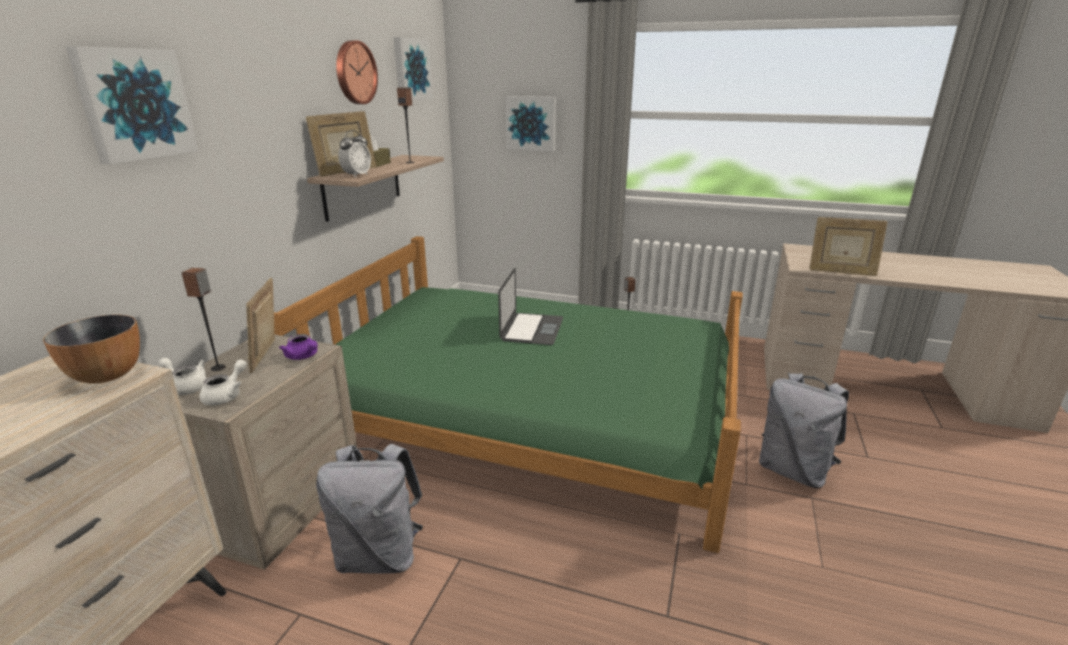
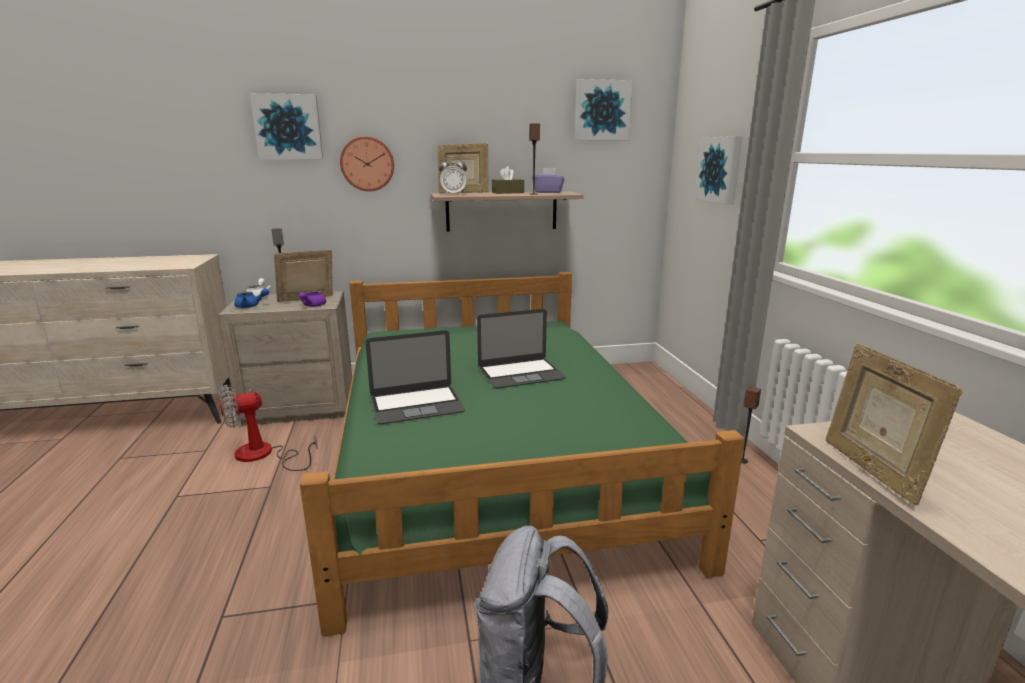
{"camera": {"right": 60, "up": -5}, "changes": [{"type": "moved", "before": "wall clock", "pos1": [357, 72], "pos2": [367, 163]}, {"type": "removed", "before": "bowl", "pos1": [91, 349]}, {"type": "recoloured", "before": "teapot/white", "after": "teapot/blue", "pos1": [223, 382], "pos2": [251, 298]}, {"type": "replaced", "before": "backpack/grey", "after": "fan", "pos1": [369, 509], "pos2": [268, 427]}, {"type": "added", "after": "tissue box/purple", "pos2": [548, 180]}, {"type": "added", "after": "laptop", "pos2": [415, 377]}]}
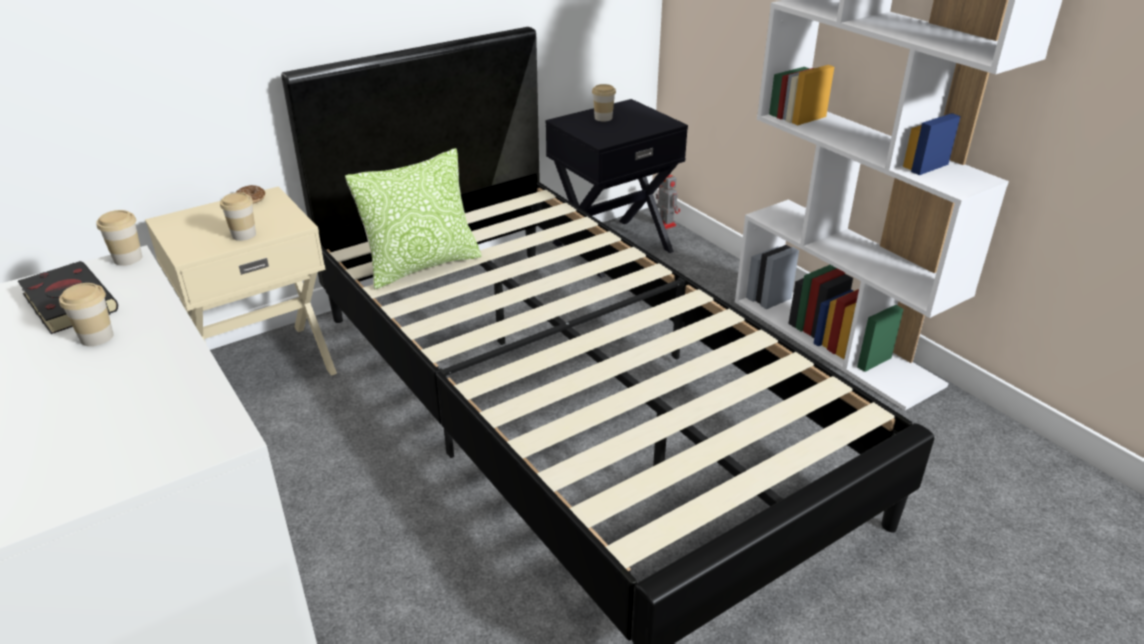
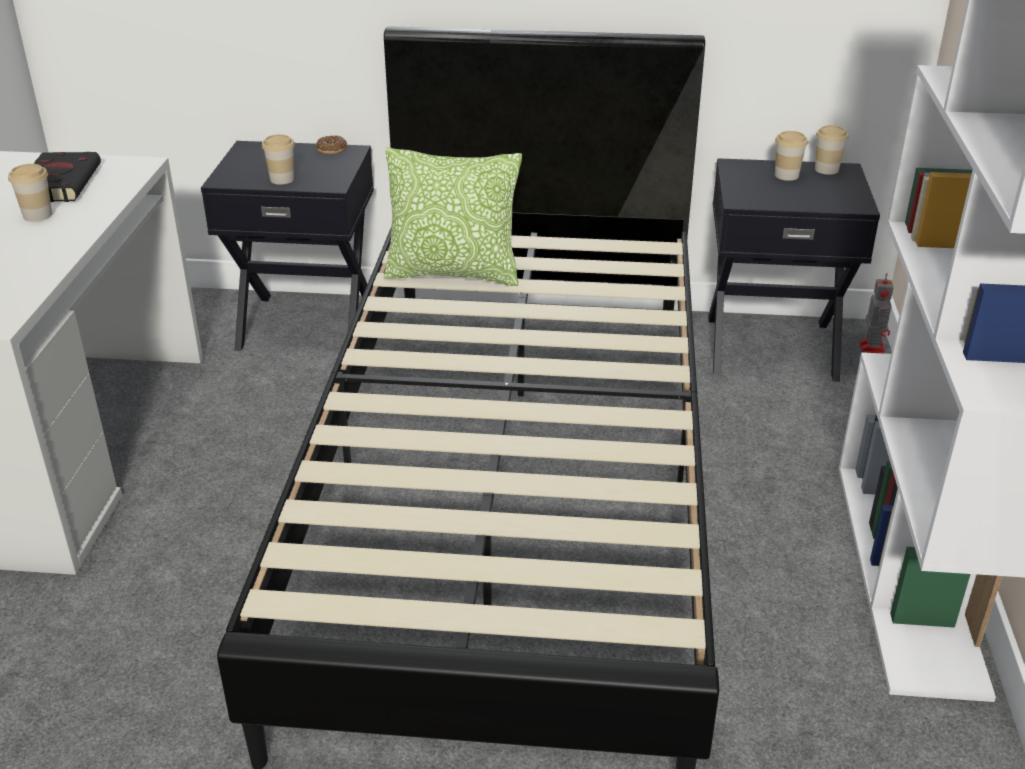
{"camera": {"right": 40, "up": 0}, "changes": [{"type": "recoloured", "before": "nightstand/beige", "after": "nightstand/black", "pos1": [241, 281], "pos2": [287, 246]}, {"type": "moved", "before": "cup", "pos1": [119, 238], "pos2": [832, 150]}]}
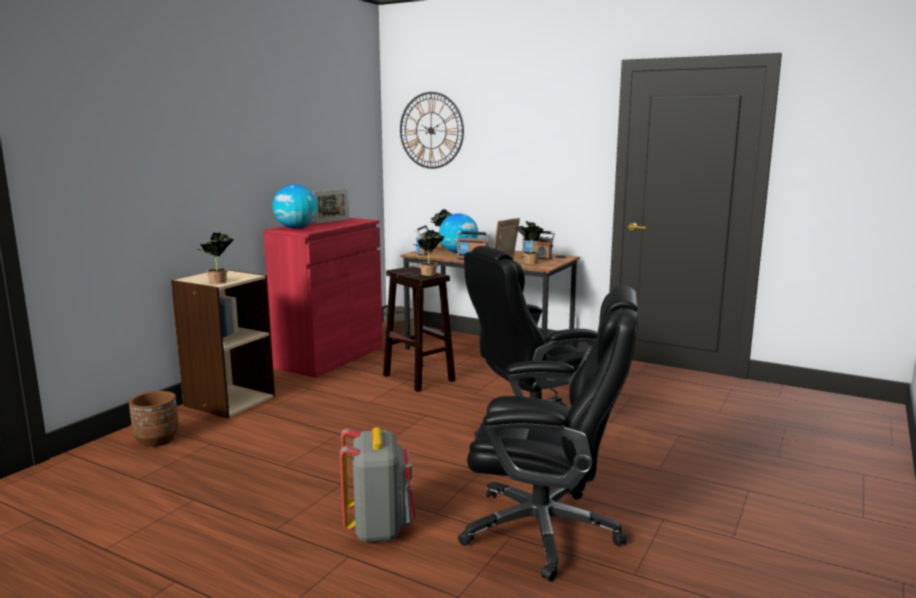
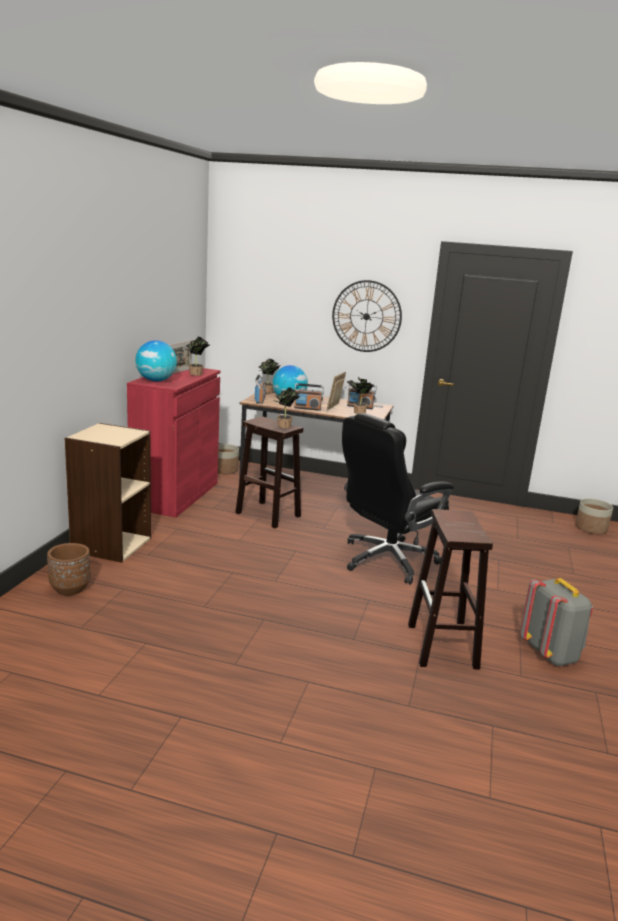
{"camera": {"right": -15, "up": 5}, "changes": [{"type": "moved", "before": "wall clock", "pos1": [432, 130], "pos2": [367, 316]}, {"type": "moved", "before": "potted plant", "pos1": [214, 258], "pos2": [198, 356]}, {"type": "replaced", "before": "office chair/black", "after": "stool/brown", "pos1": [548, 433], "pos2": [450, 589]}, {"type": "moved", "before": "backpack/grey", "pos1": [378, 485], "pos2": [556, 622]}, {"type": "added", "after": "planter", "pos2": [594, 516]}]}
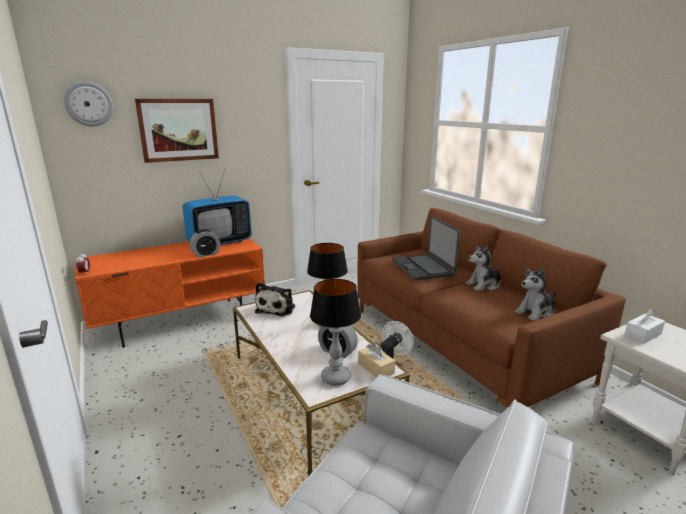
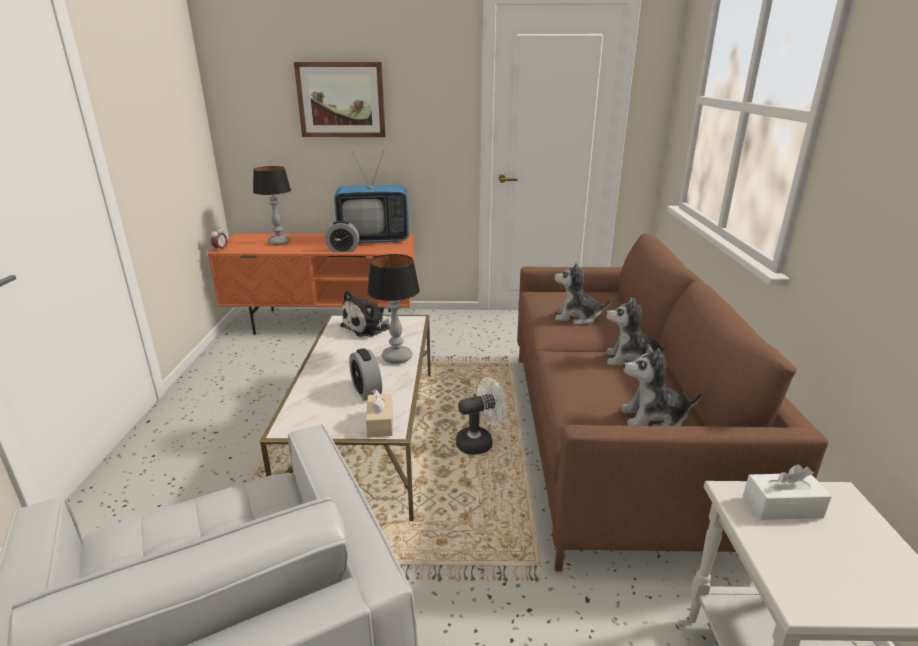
{"camera": {"right": 30, "up": 5}, "changes": [{"type": "removed", "before": "wall clock", "pos1": [88, 104]}, {"type": "replaced", "before": "laptop", "after": "plush toy", "pos1": [426, 248], "pos2": [582, 294]}, {"type": "moved", "before": "table lamp", "pos1": [335, 332], "pos2": [272, 205]}]}
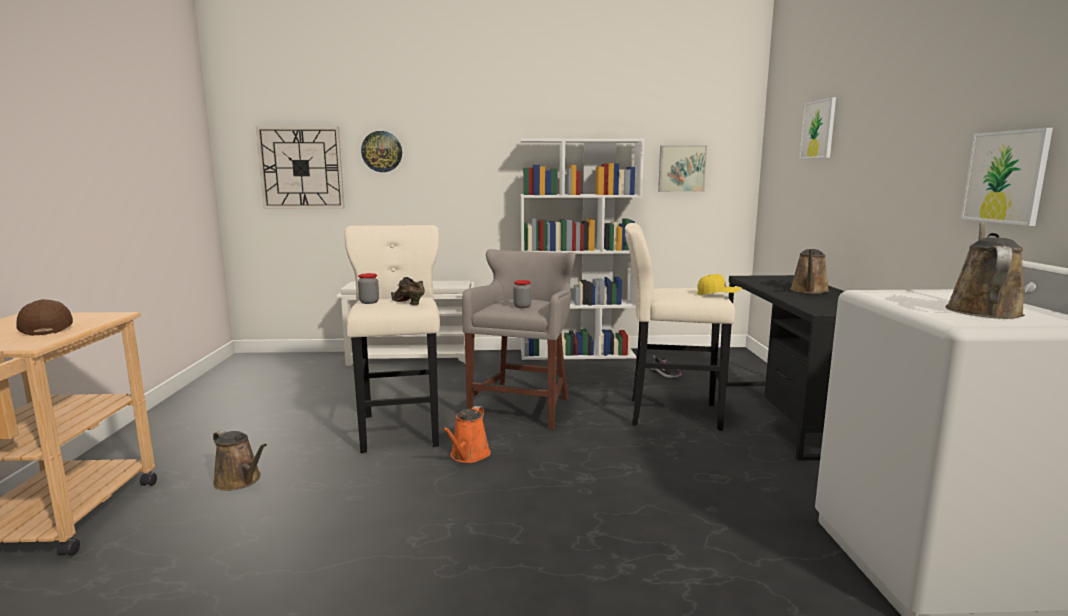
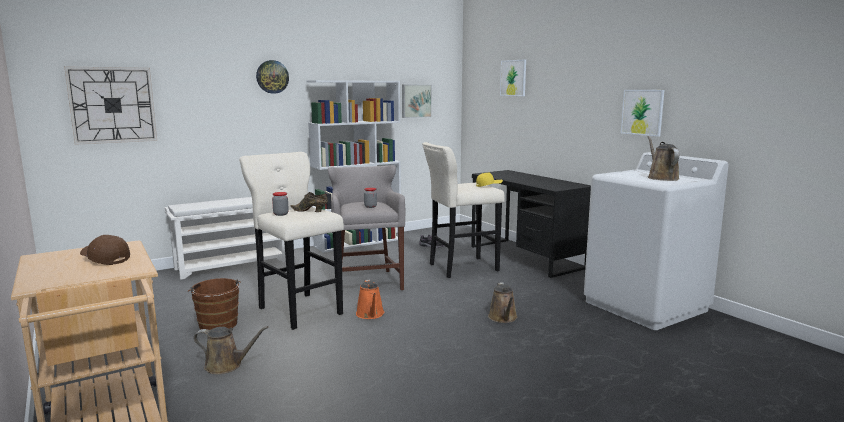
{"camera": {"right": -30, "up": 0}, "changes": [{"type": "moved", "before": "wall clock", "pos1": [381, 151], "pos2": [272, 77]}, {"type": "moved", "before": "watering can/brown", "pos1": [809, 271], "pos2": [502, 302]}, {"type": "added", "after": "bucket/brown", "pos2": [214, 304]}]}
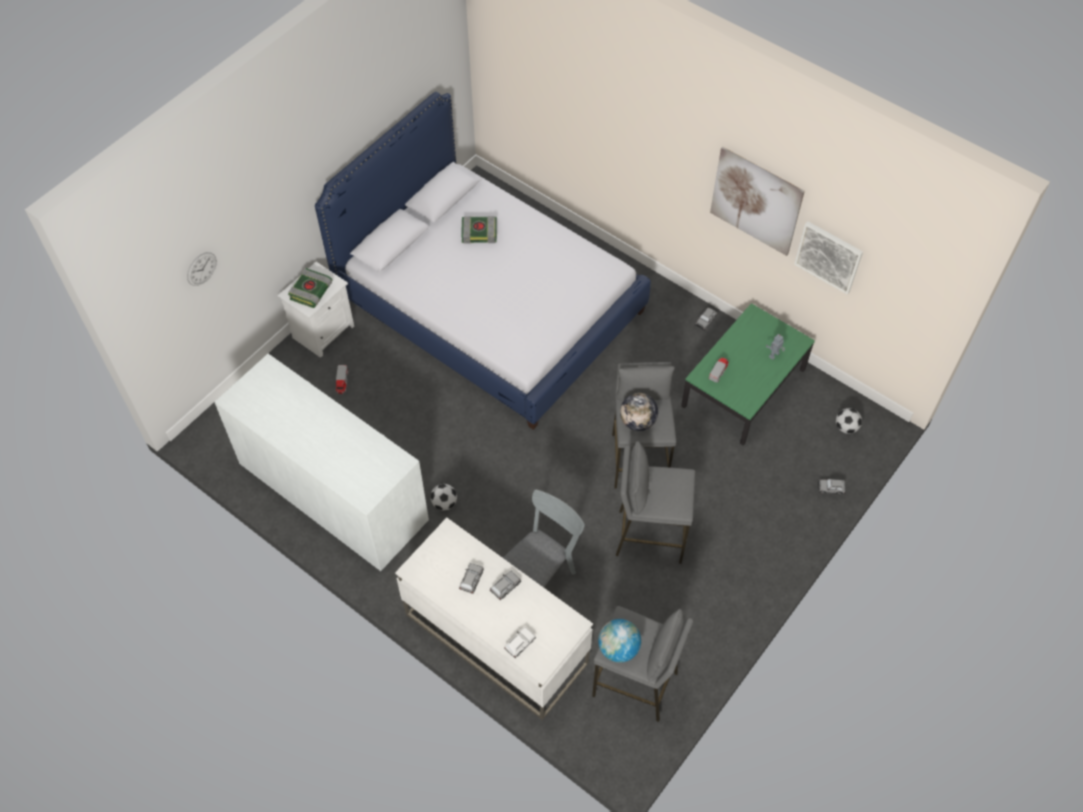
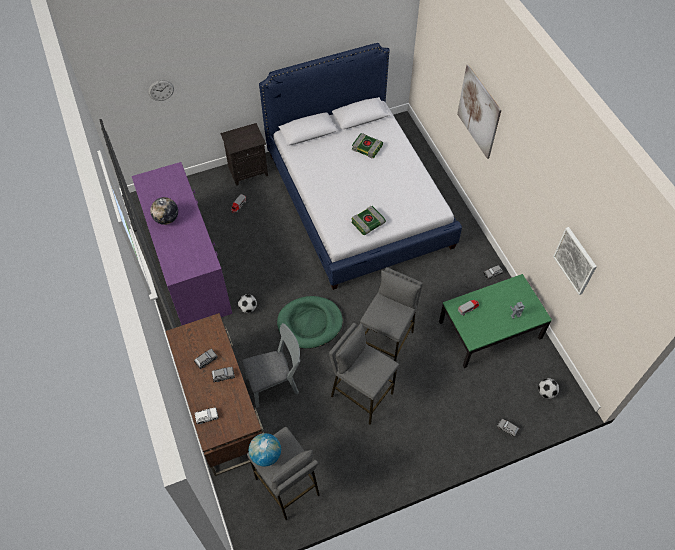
{"camera": {"right": 30, "up": 0}, "changes": [{"type": "moved", "before": "picture", "pos1": [757, 201], "pos2": [479, 111]}, {"type": "recoloured", "before": "nightstand/white", "after": "nightstand/black", "pos1": [316, 310], "pos2": [244, 154]}, {"type": "moved", "before": "book", "pos1": [310, 288], "pos2": [368, 220]}, {"type": "recoloured", "before": "dresser/white", "after": "dresser/purple", "pos1": [322, 462], "pos2": [182, 243]}, {"type": "moved", "before": "globe", "pos1": [639, 412], "pos2": [164, 211]}, {"type": "recoloured", "before": "desk/white", "after": "desk/brown", "pos1": [494, 618], "pos2": [214, 394]}, {"type": "added", "after": "dog bed/green", "pos2": [310, 322]}]}
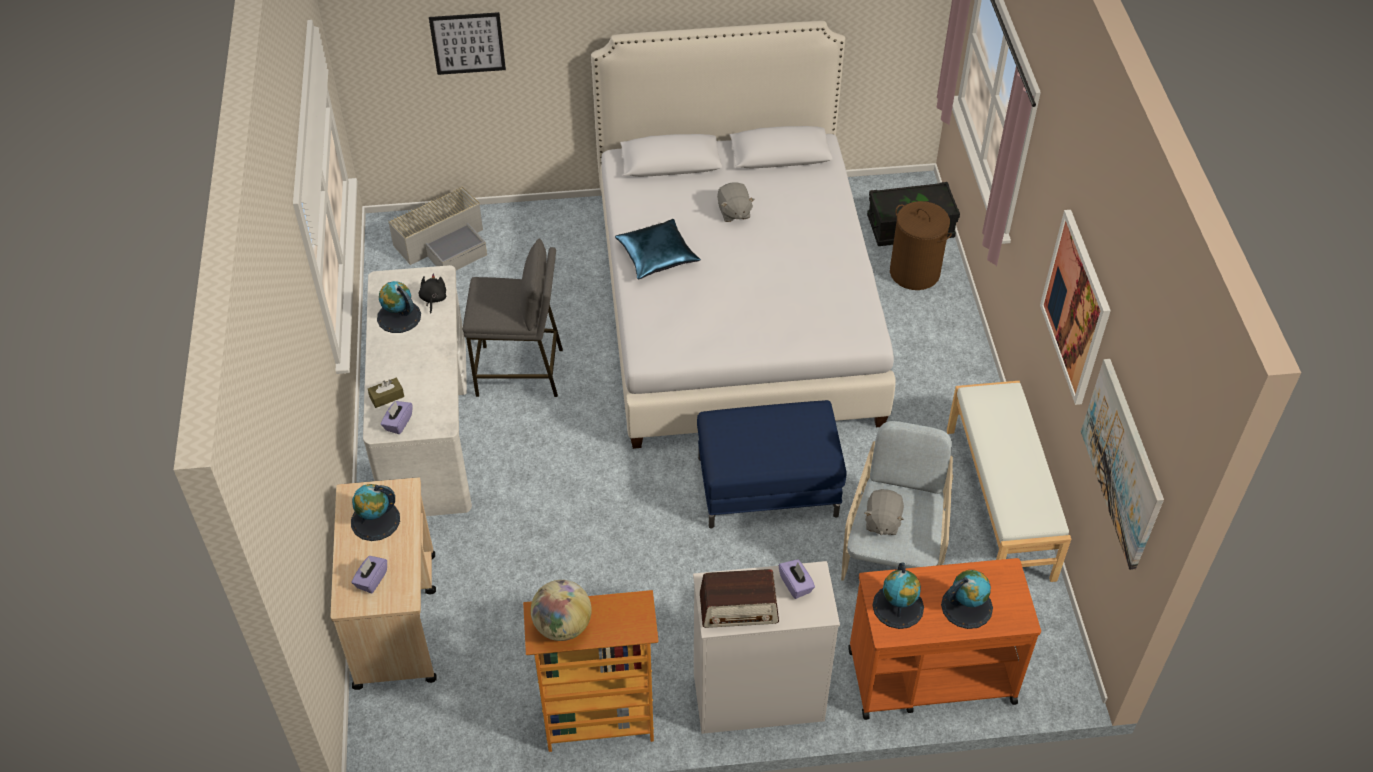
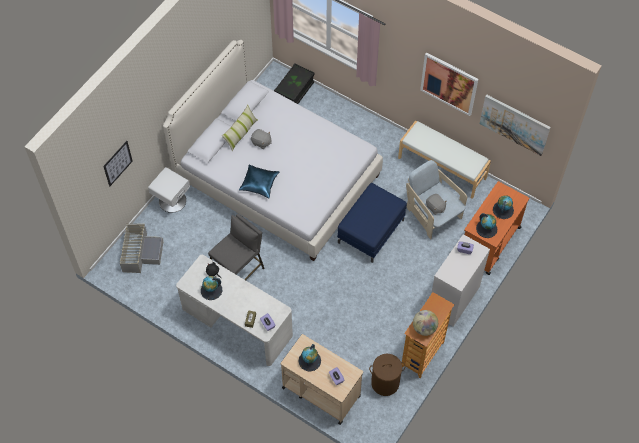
{"camera": {"right": -50, "up": 10}, "changes": [{"type": "moved", "before": "laundry basket/brown", "pos1": [921, 245], "pos2": [387, 375]}, {"type": "removed", "before": "radio", "pos1": [739, 598]}, {"type": "added", "after": "pillow", "pos2": [240, 128]}, {"type": "added", "after": "nightstand/white", "pos2": [169, 190]}]}
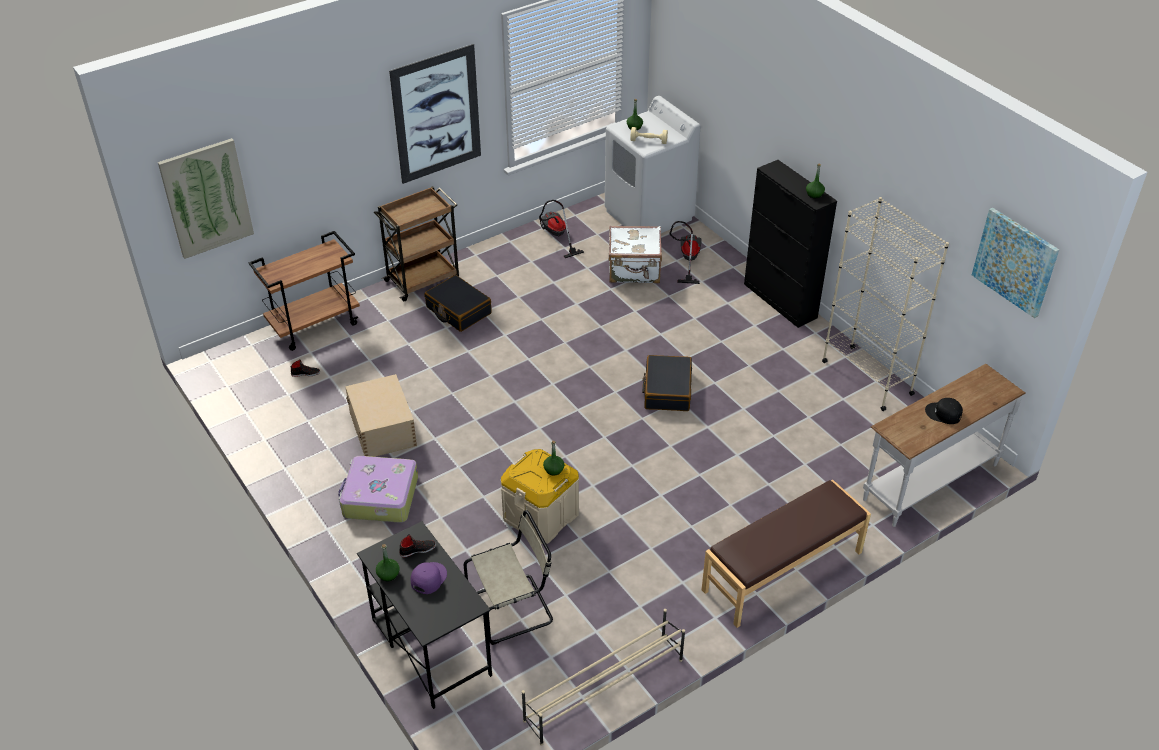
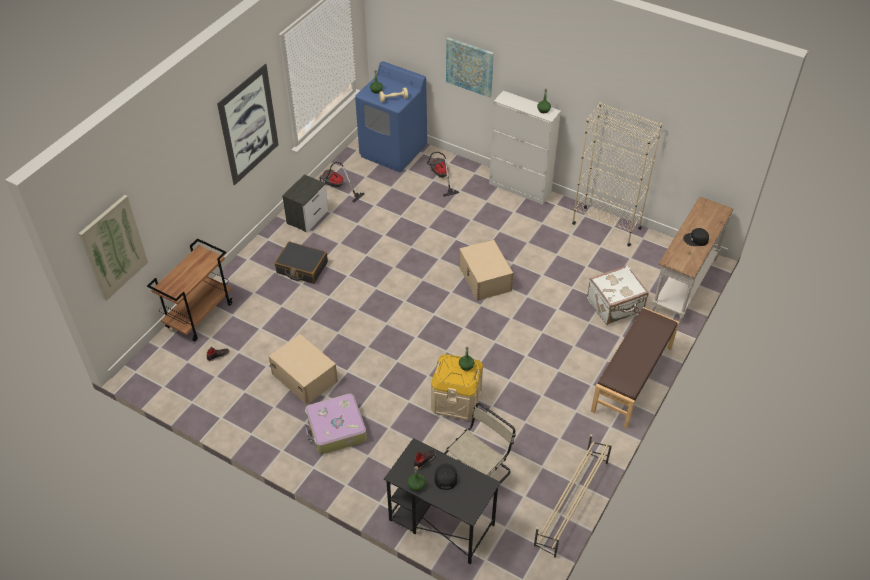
{"camera": {"right": -25, "up": 5}, "changes": [{"type": "recoloured", "before": "washing machine/white", "after": "washing machine/blue", "pos1": [652, 164], "pos2": [391, 116]}, {"type": "recoloured", "before": "cabinet/black", "after": "cabinet/white", "pos1": [790, 244], "pos2": [525, 148]}, {"type": "removed", "before": "cart/brown", "pos1": [416, 243]}, {"type": "moved", "before": "picture", "pos1": [1015, 263], "pos2": [470, 67]}, {"type": "moved", "before": "suitcase/white", "pos1": [635, 254], "pos2": [618, 295]}, {"type": "replaced", "before": "suitcase/black", "after": "storage box/beige", "pos1": [667, 383], "pos2": [486, 270]}, {"type": "recoloured", "before": "cap/purple", "after": "cap/black", "pos1": [429, 578], "pos2": [445, 476]}, {"type": "added", "after": "nightstand", "pos2": [305, 203]}]}
